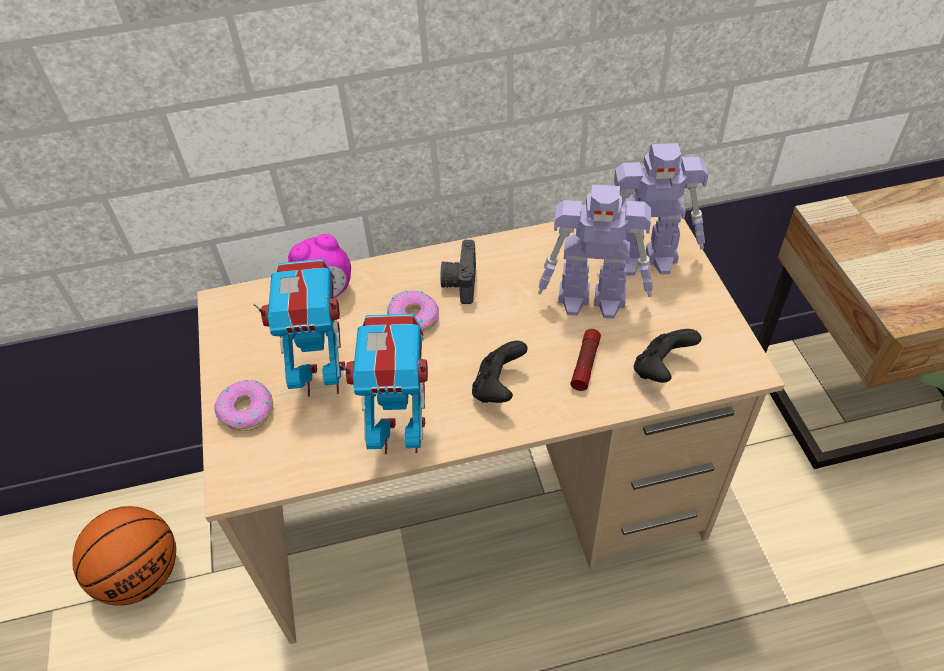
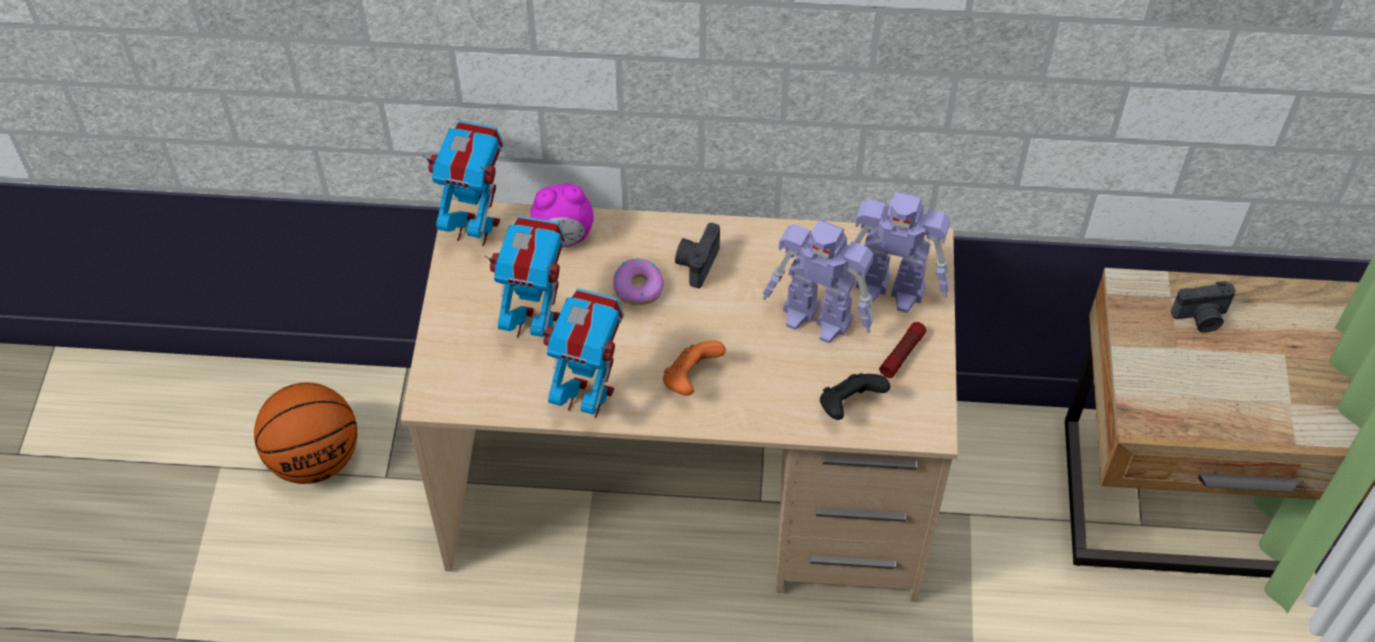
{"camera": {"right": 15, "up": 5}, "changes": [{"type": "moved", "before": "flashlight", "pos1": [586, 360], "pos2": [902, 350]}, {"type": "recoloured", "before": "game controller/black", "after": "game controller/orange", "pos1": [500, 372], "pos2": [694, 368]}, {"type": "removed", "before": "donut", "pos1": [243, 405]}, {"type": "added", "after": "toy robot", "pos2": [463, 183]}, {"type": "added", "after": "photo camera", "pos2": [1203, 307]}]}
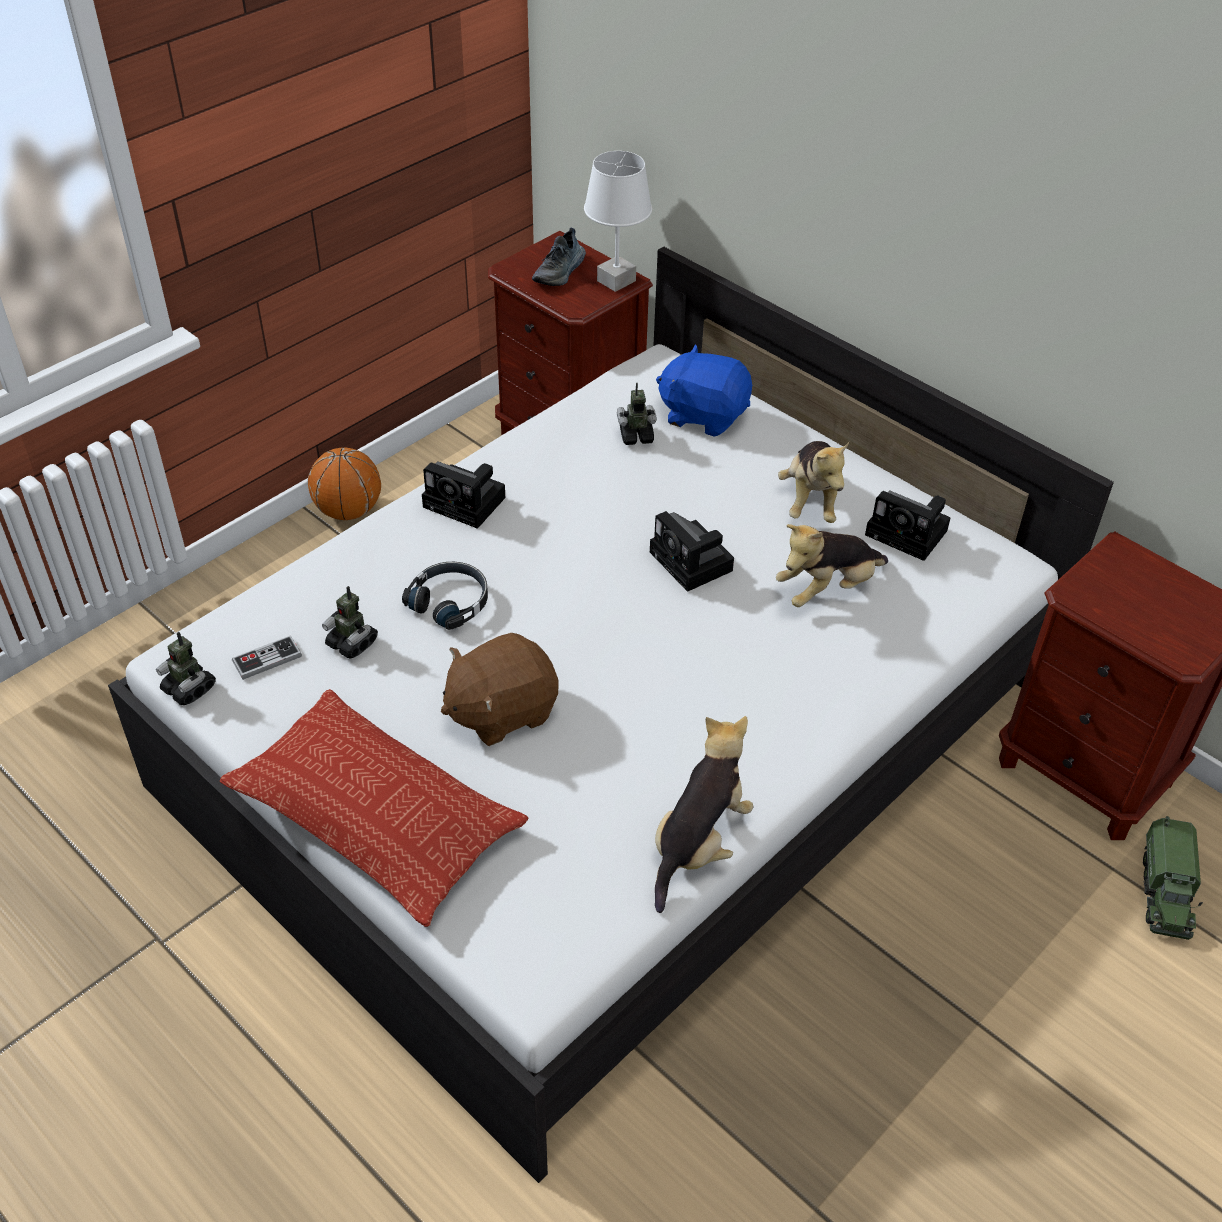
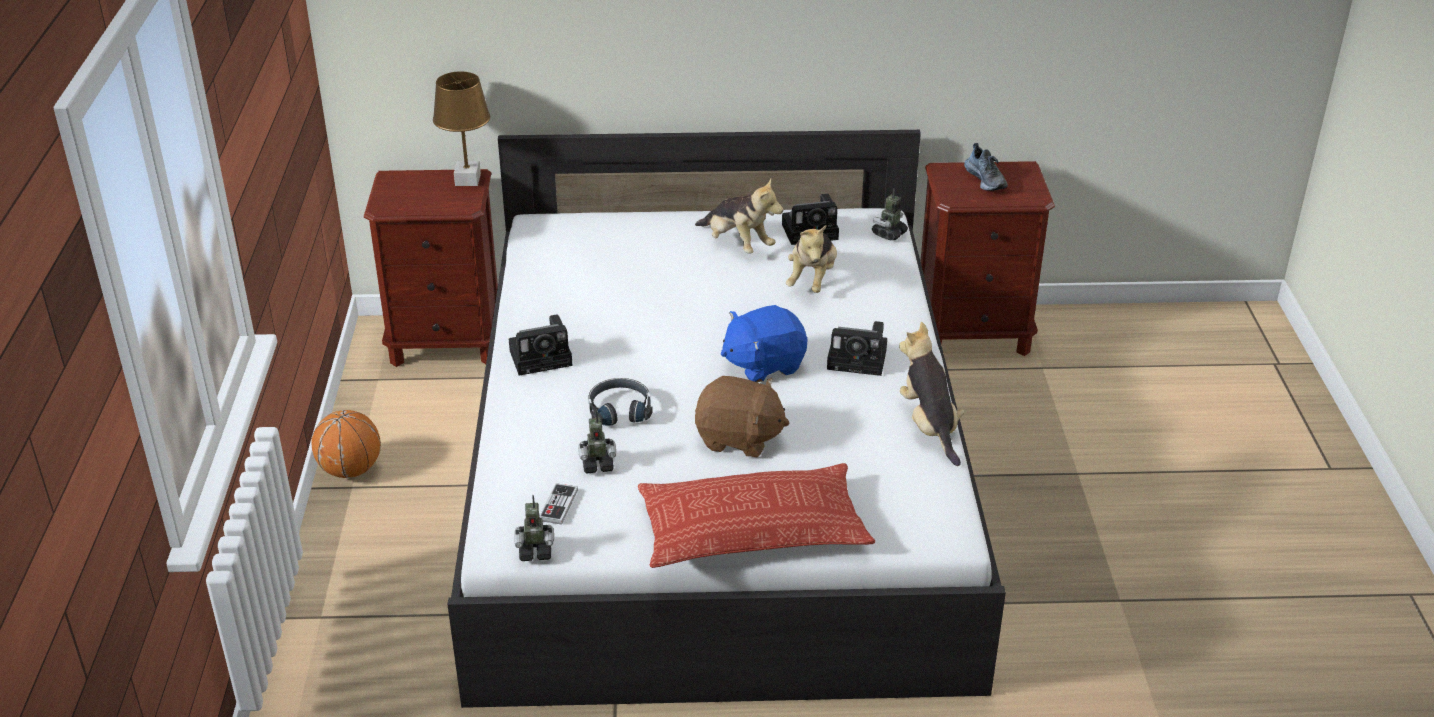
{"camera": {"right": -45, "up": -10}, "changes": [{"type": "recoloured", "before": "table lamp/white", "after": "table lamp/brown", "pos1": [618, 221], "pos2": [461, 128]}, {"type": "moved", "before": "shoe", "pos1": [559, 256], "pos2": [986, 167]}, {"type": "moved", "before": "plush toy/blue", "pos1": [704, 390], "pos2": [764, 344]}, {"type": "moved", "before": "toy robot", "pos1": [637, 414], "pos2": [890, 214]}, {"type": "moved", "before": "photo camera", "pos1": [692, 551], "pos2": [857, 348]}, {"type": "turned", "before": "plush toy/brown", "pos1": [499, 689], "pos2": [742, 416], "turn": -90}, {"type": "removed", "before": "toy truck", "pos1": [1173, 878]}]}
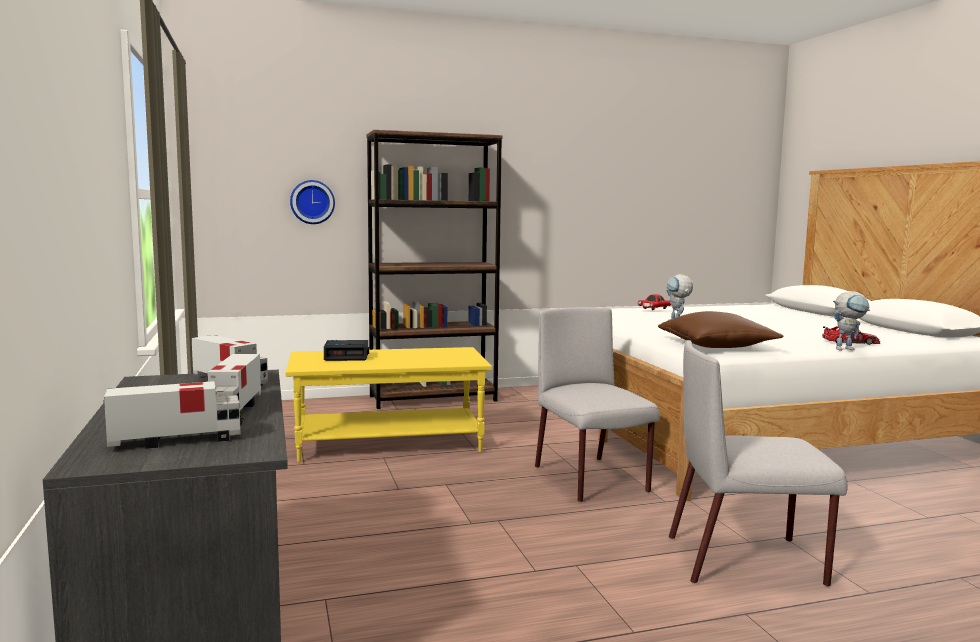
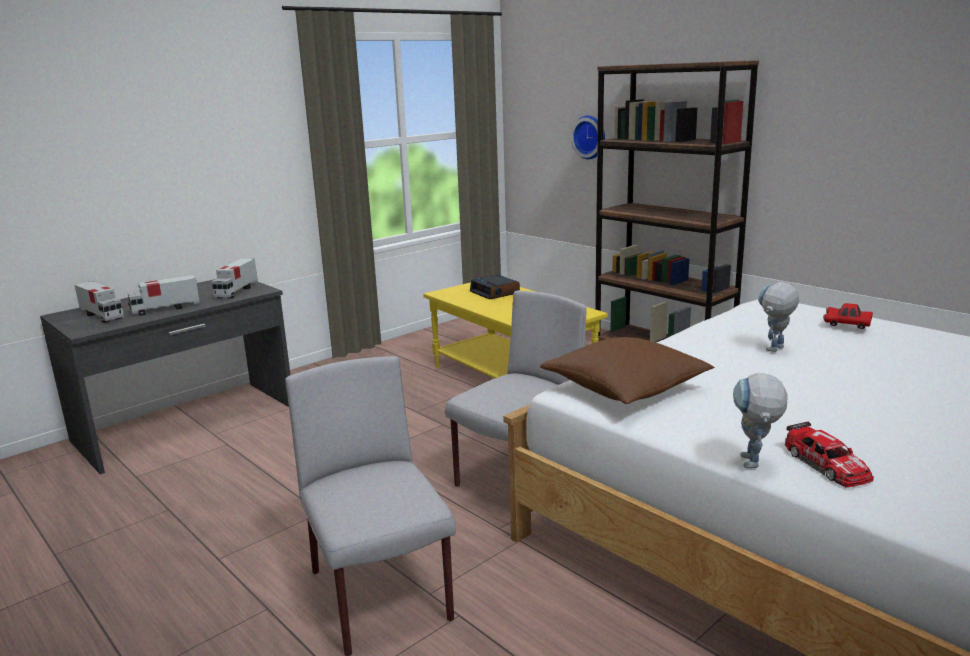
{"camera": {"right": 65, "up": 10}, "changes": [{"type": "turned", "before": "toy robot", "pos1": [851, 320], "pos2": [760, 420], "turn": 45}]}
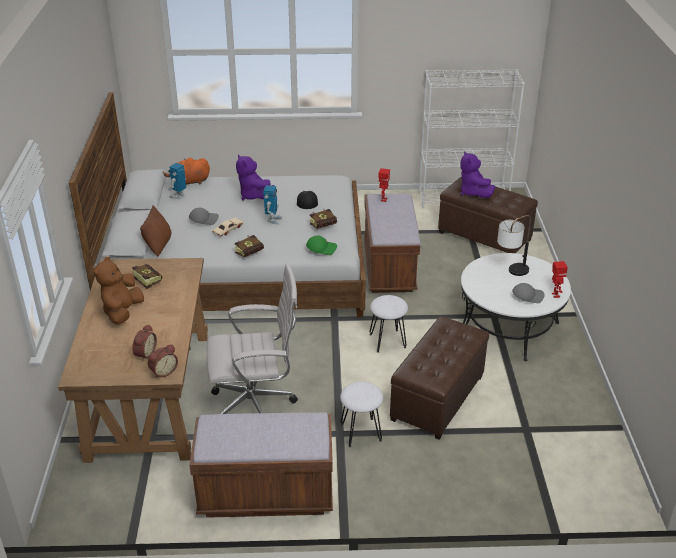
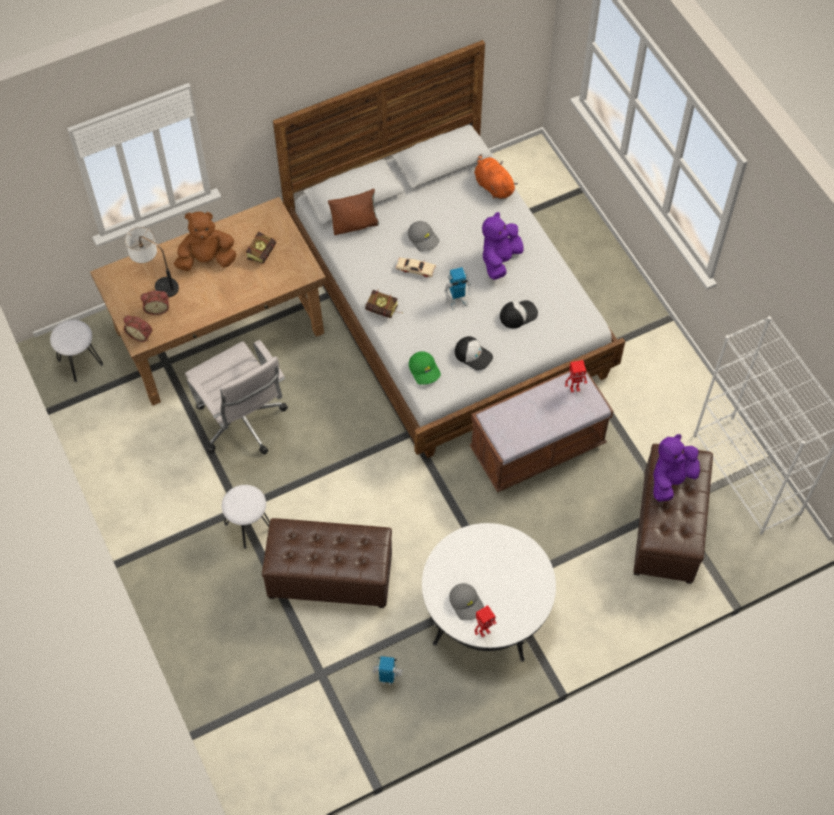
{"camera": {"right": 65, "up": 25}, "changes": [{"type": "moved", "before": "toy robot", "pos1": [177, 181], "pos2": [387, 670]}, {"type": "replaced", "before": "book", "after": "cap", "pos1": [323, 219], "pos2": [474, 353]}, {"type": "moved", "before": "table lamp", "pos1": [514, 245], "pos2": [152, 262]}, {"type": "moved", "before": "stool/white", "pos1": [388, 324], "pos2": [76, 351]}, {"type": "removed", "before": "bench/brown", "pos1": [261, 465]}]}
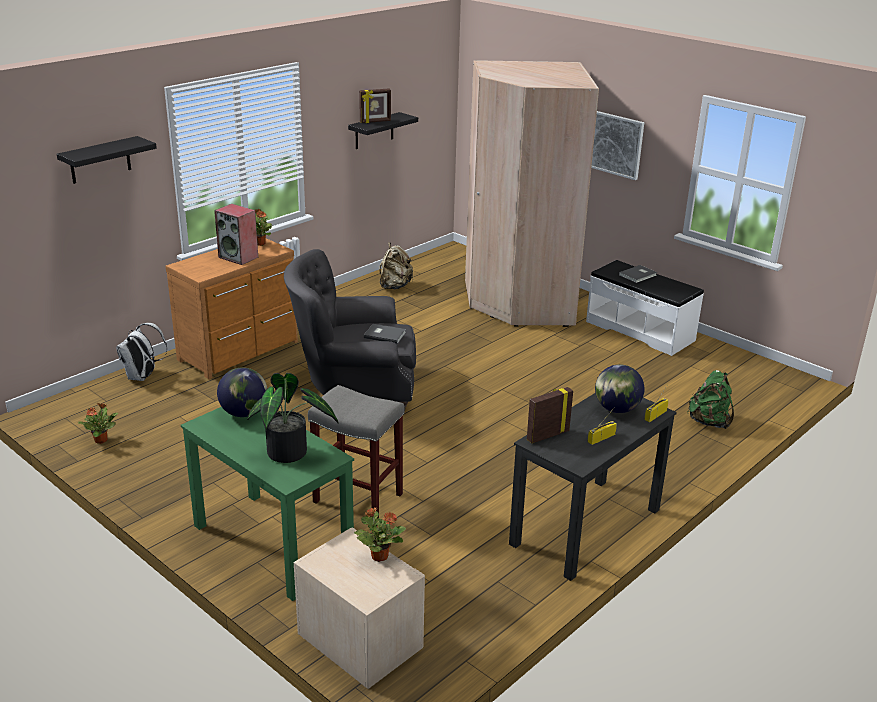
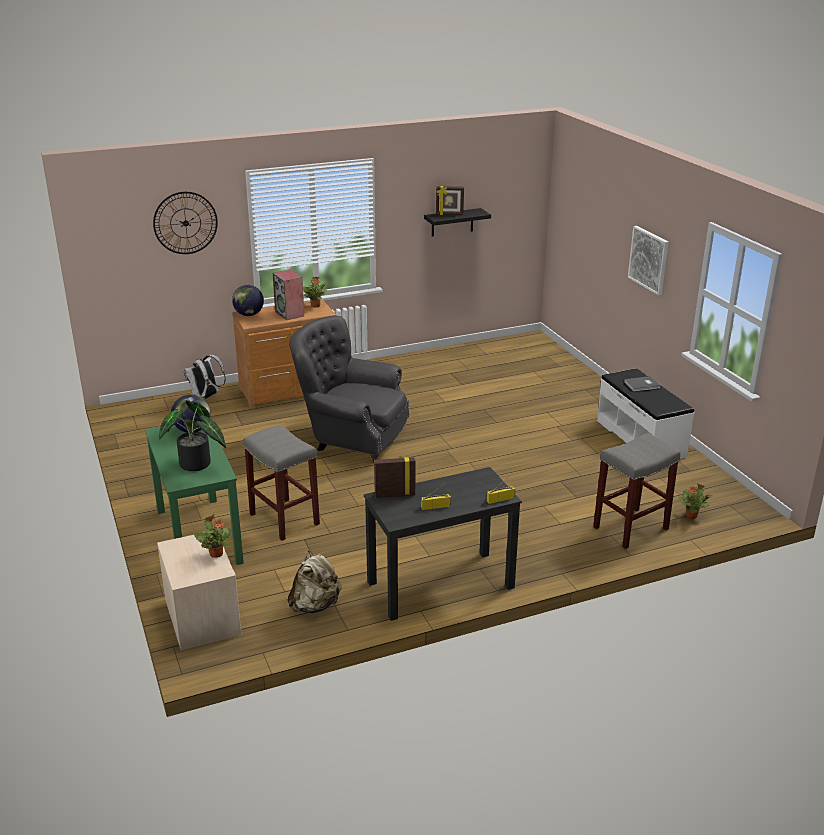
{"camera": {"right": 25, "up": 0}, "changes": [{"type": "removed", "before": "wardrobe/beige", "pos1": [532, 193]}, {"type": "replaced", "before": "shelf/black", "after": "wall clock", "pos1": [107, 160], "pos2": [185, 223]}, {"type": "moved", "before": "backpack/beige", "pos1": [396, 265], "pos2": [315, 582]}, {"type": "removed", "before": "book/grey", "pos1": [385, 334]}, {"type": "moved", "before": "globe", "pos1": [619, 388], "pos2": [248, 300]}, {"type": "replaced", "before": "backpack/green", "after": "stool/grey", "pos1": [711, 399], "pos2": [636, 491]}, {"type": "moved", "before": "potted plant", "pos1": [98, 423], "pos2": [695, 501]}]}
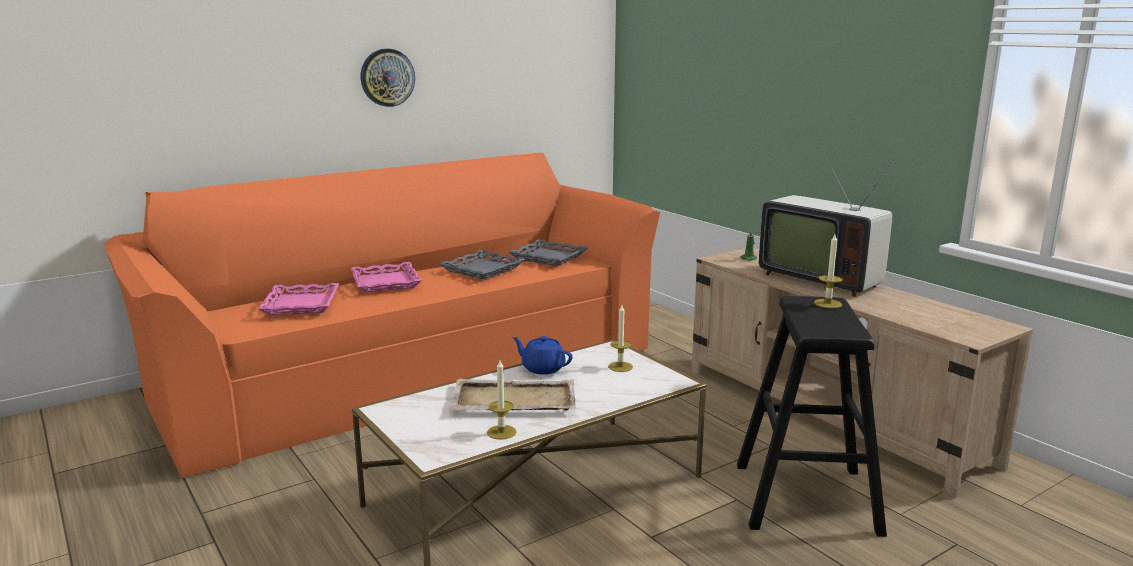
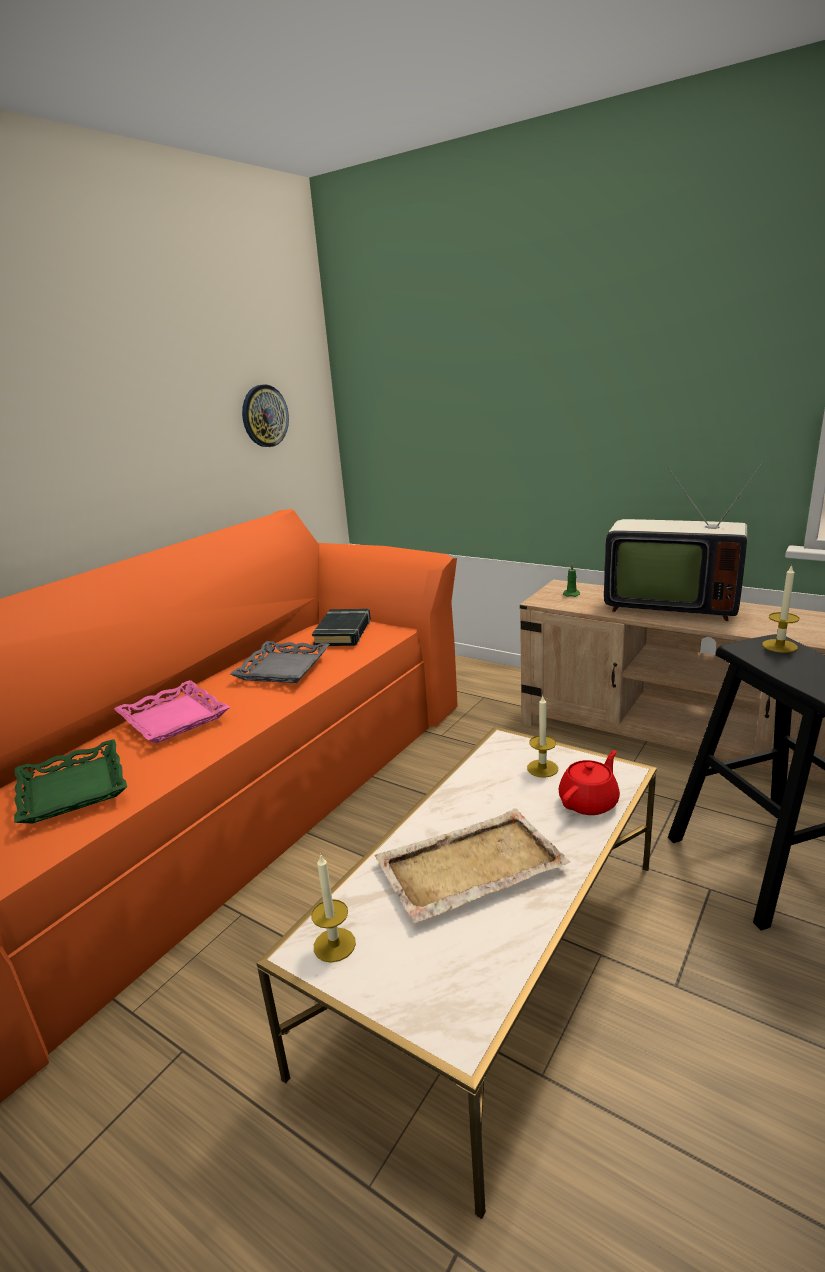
{"camera": {"right": -20, "up": 5}, "changes": [{"type": "moved", "before": "wall clock", "pos1": [388, 78], "pos2": [265, 415]}, {"type": "replaced", "before": "tray/grey", "after": "book/black", "pos1": [548, 252], "pos2": [341, 627]}, {"type": "recoloured", "before": "tray/pink", "after": "tray/green", "pos1": [298, 299], "pos2": [70, 782]}, {"type": "removed", "before": "teapot/blue", "pos1": [542, 355]}, {"type": "moved", "before": "candle", "pos1": [502, 400], "pos2": [333, 908]}, {"type": "added", "after": "teapot/red", "pos2": [589, 782]}]}
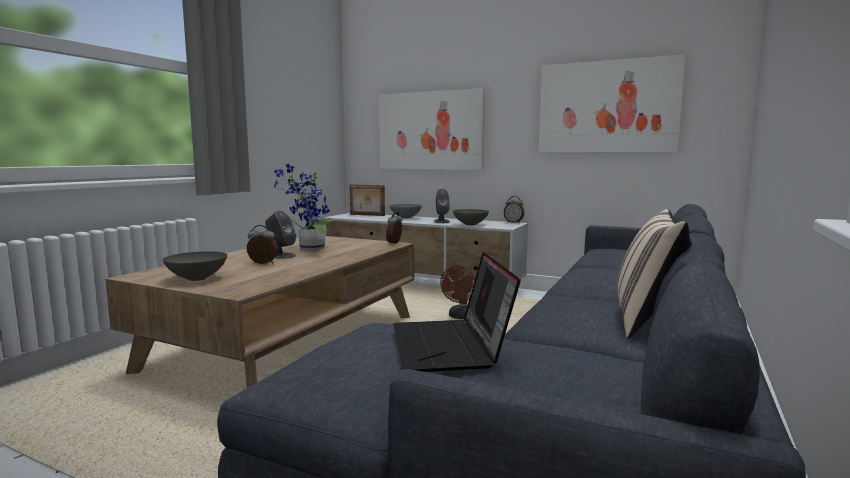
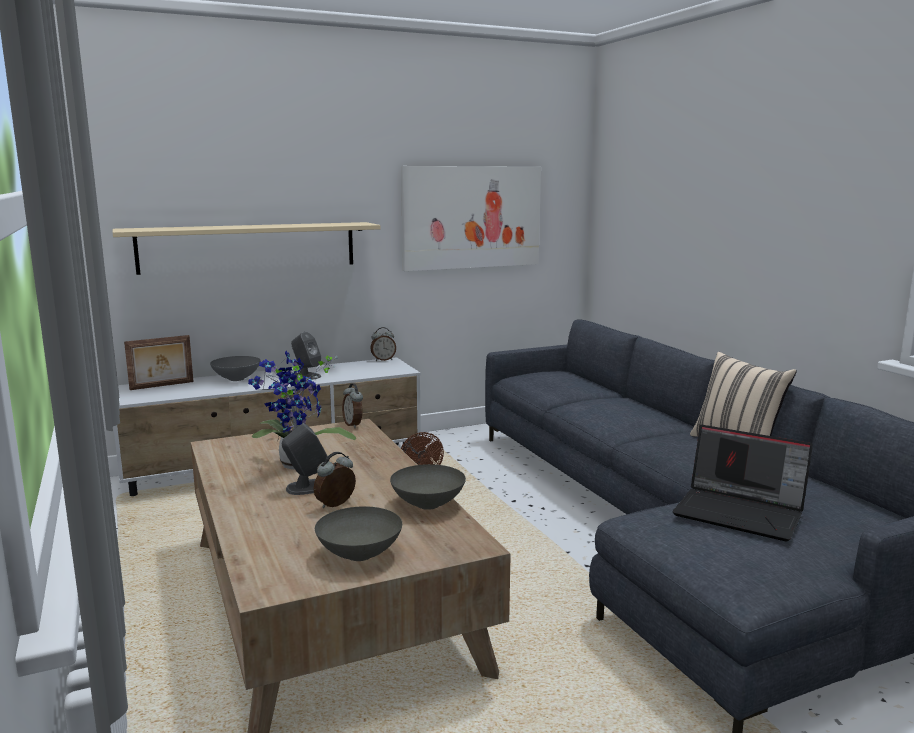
{"camera": {"right": -50, "up": 5}, "changes": [{"type": "replaced", "before": "picture", "after": "shelf/beige", "pos1": [432, 129], "pos2": [247, 248]}, {"type": "moved", "before": "bowl/grey", "pos1": [471, 217], "pos2": [428, 487]}]}
